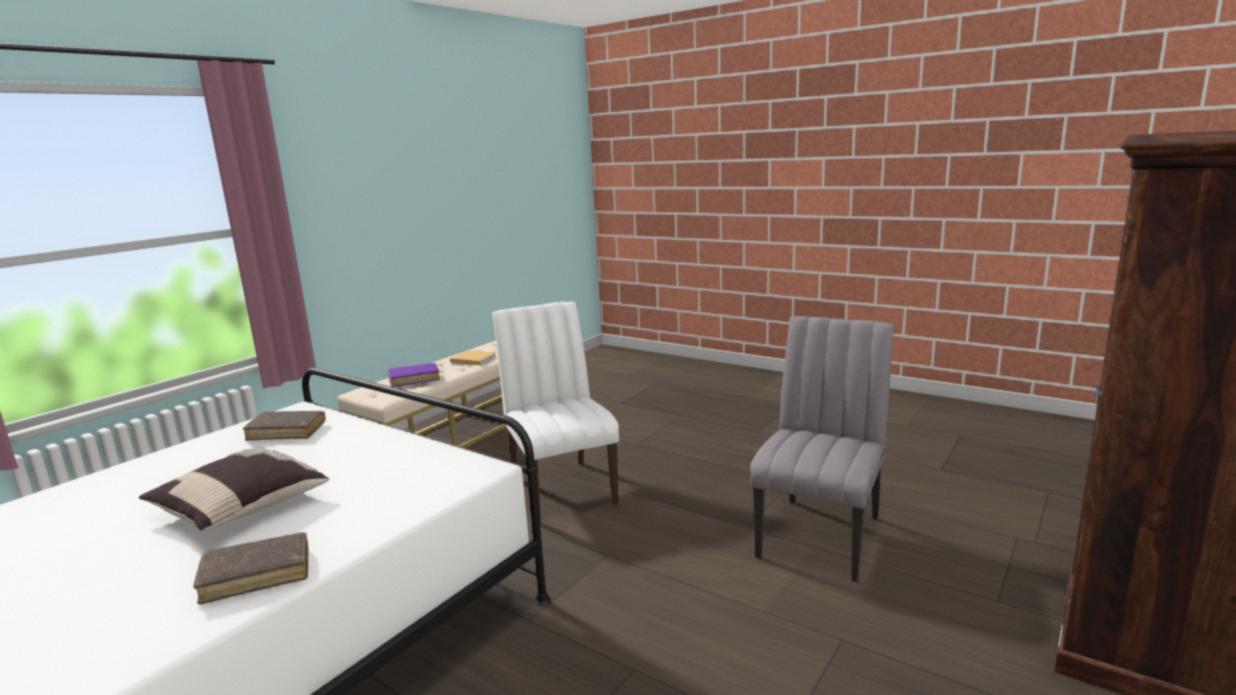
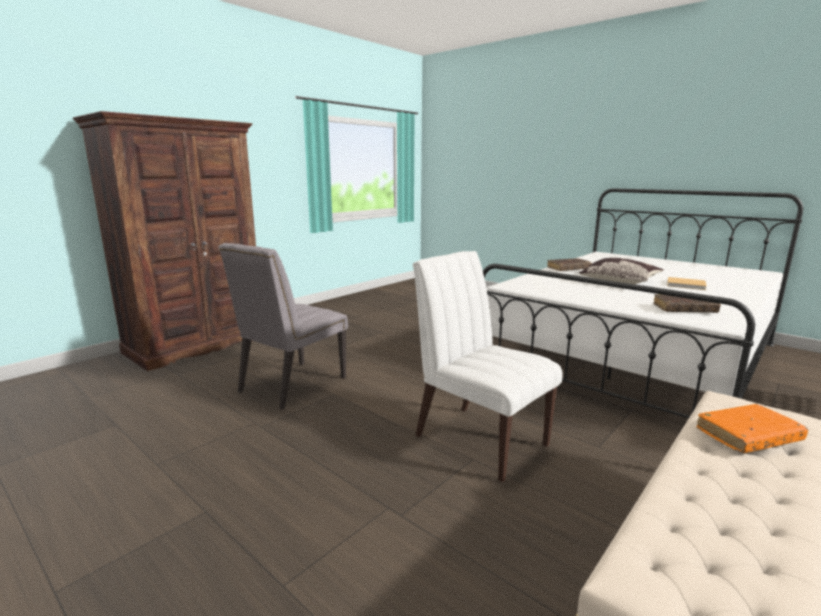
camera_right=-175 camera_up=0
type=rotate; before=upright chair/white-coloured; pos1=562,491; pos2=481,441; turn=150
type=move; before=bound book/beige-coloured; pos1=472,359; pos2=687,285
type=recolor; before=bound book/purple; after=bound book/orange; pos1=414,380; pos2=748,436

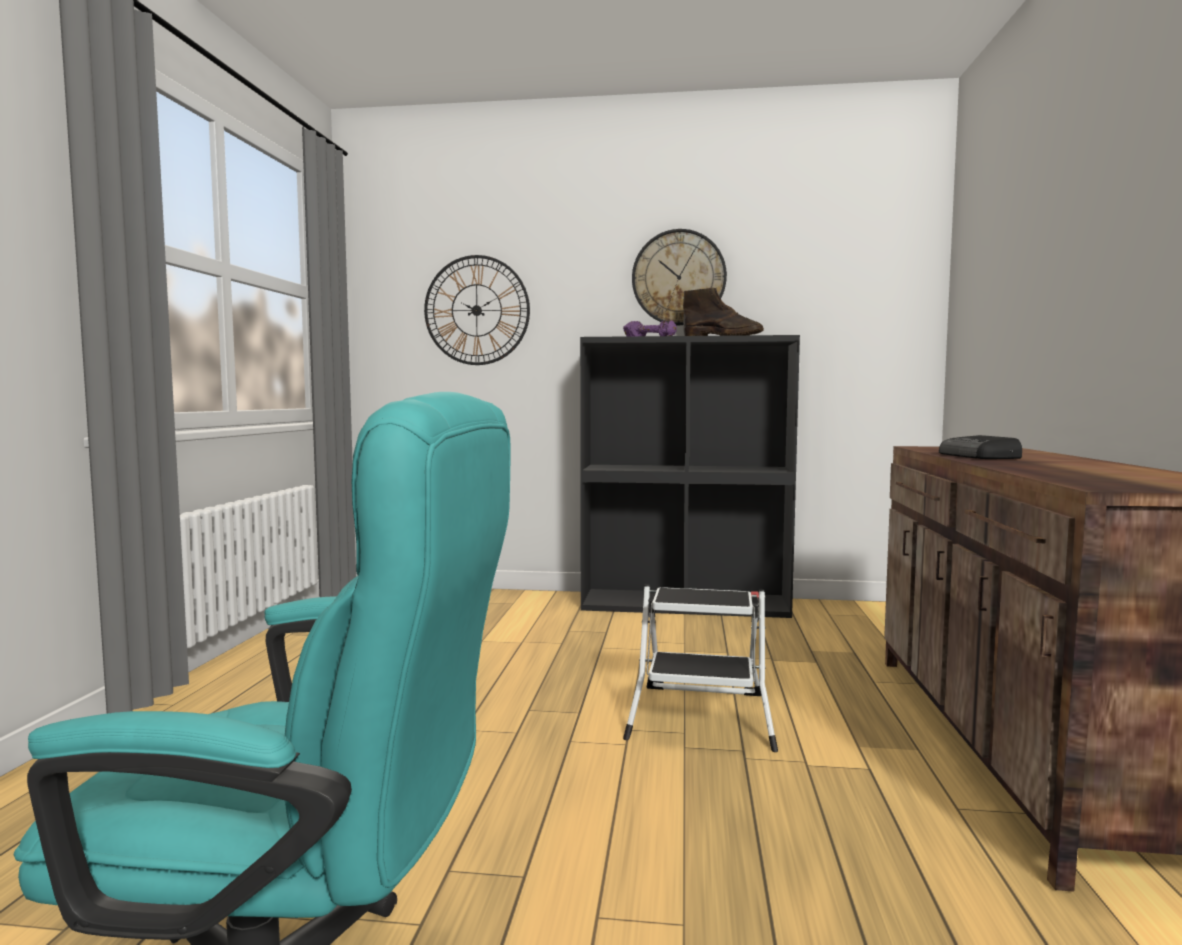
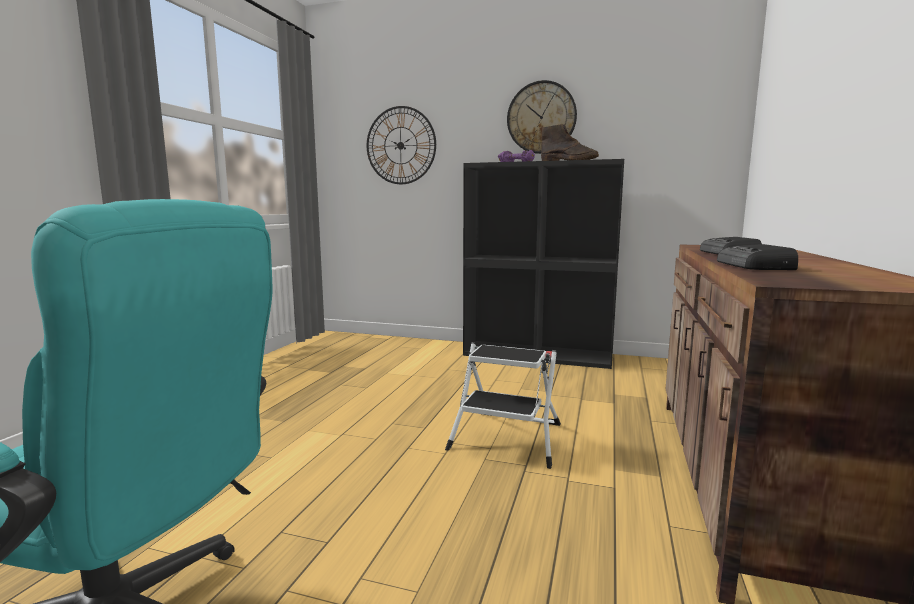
camera_right=10 camera_up=5
type=insert; after=radio; pos2=755,266

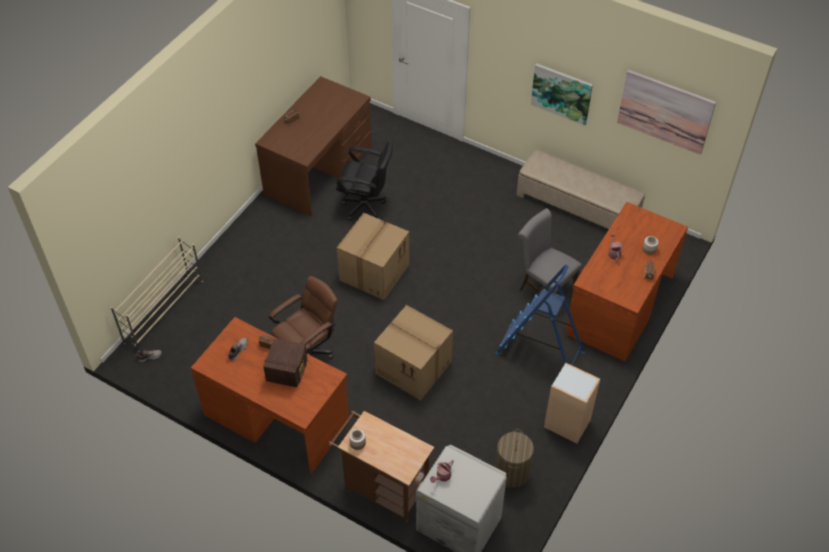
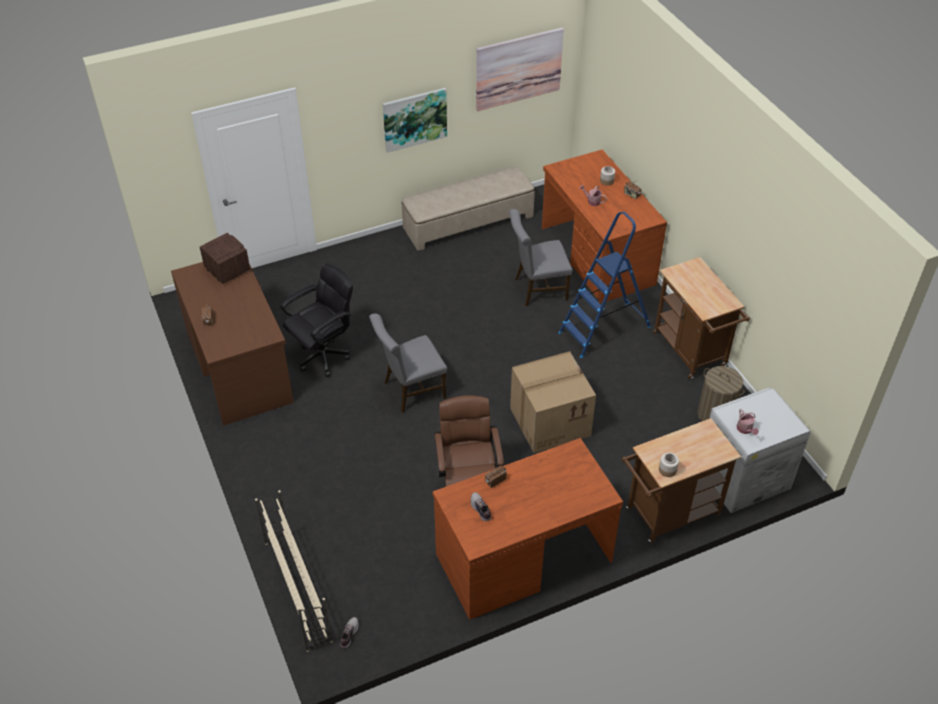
camera_right=-55 camera_up=-5
type=move; before=radio; pos1=287,371; pos2=227,269
type=replace; before=carton; after=upright chair/grey; pos1=374,271; pos2=410,391
type=replace; before=bookcase; after=wheeled cart/brownish; pos1=567,424; pos2=692,353

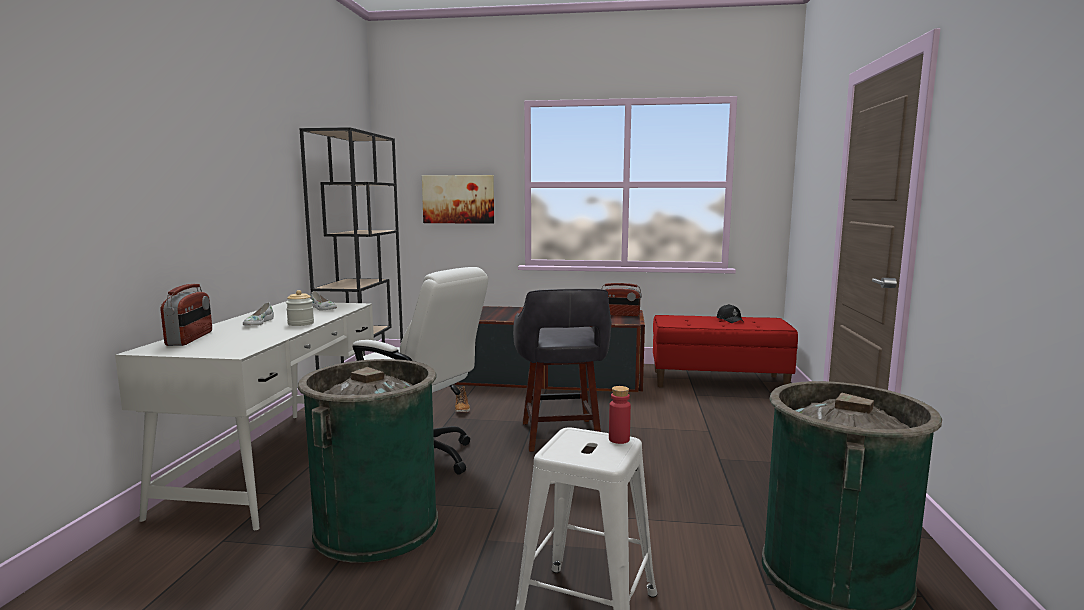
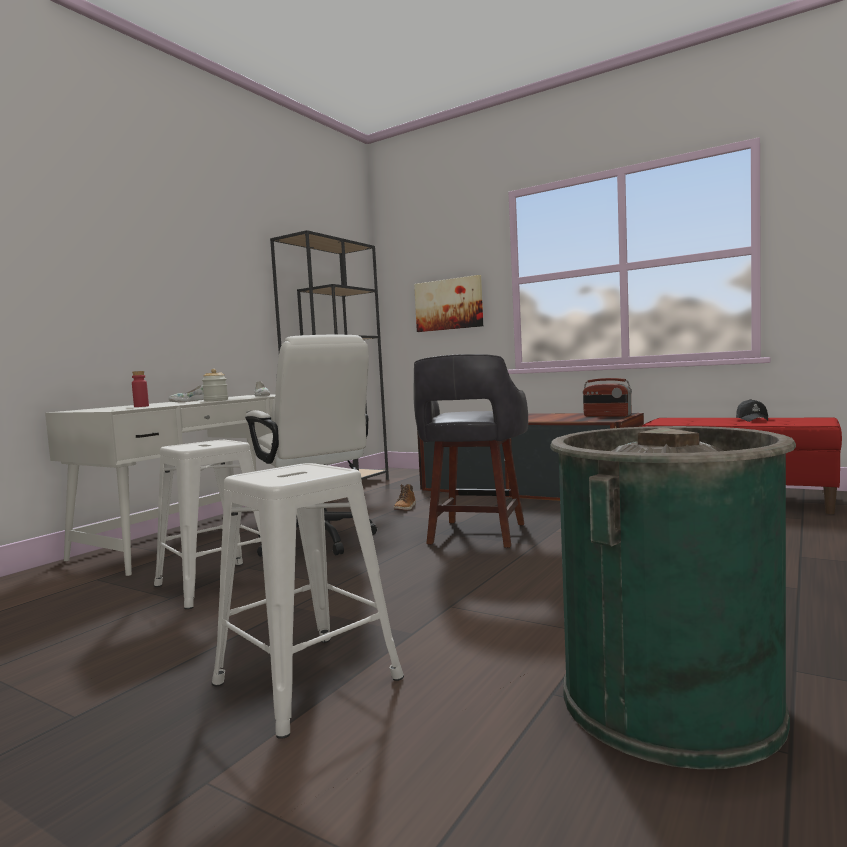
camera_right=25 camera_up=-5
type=move; before=drink bottle/red; pos1=619,439; pos2=141,406
type=replace; before=waste bin/green-coloured; after=stool/white-coloured; pos1=376,526; pos2=216,584
type=delete; before=radio; pos1=190,338

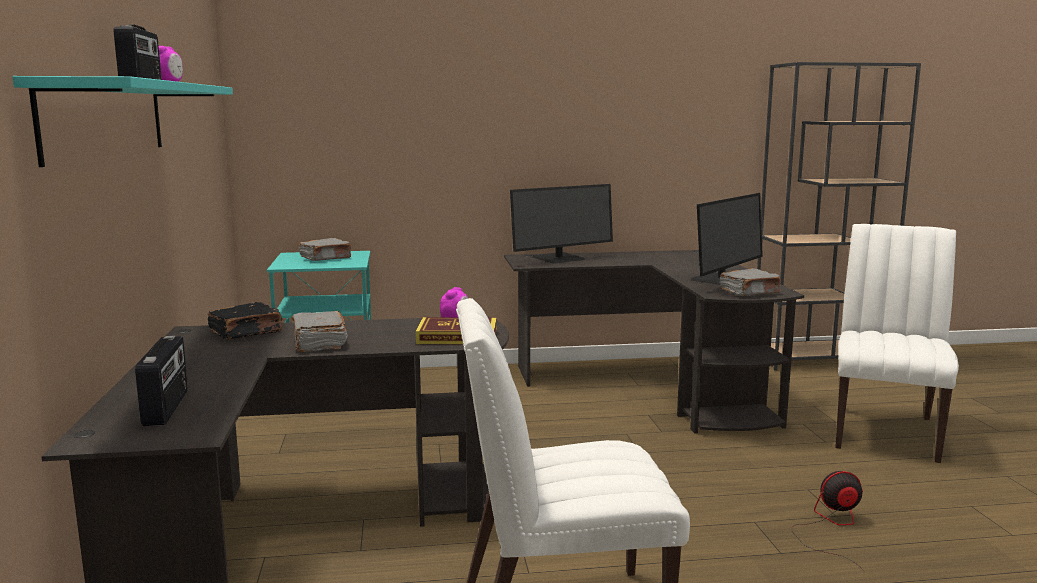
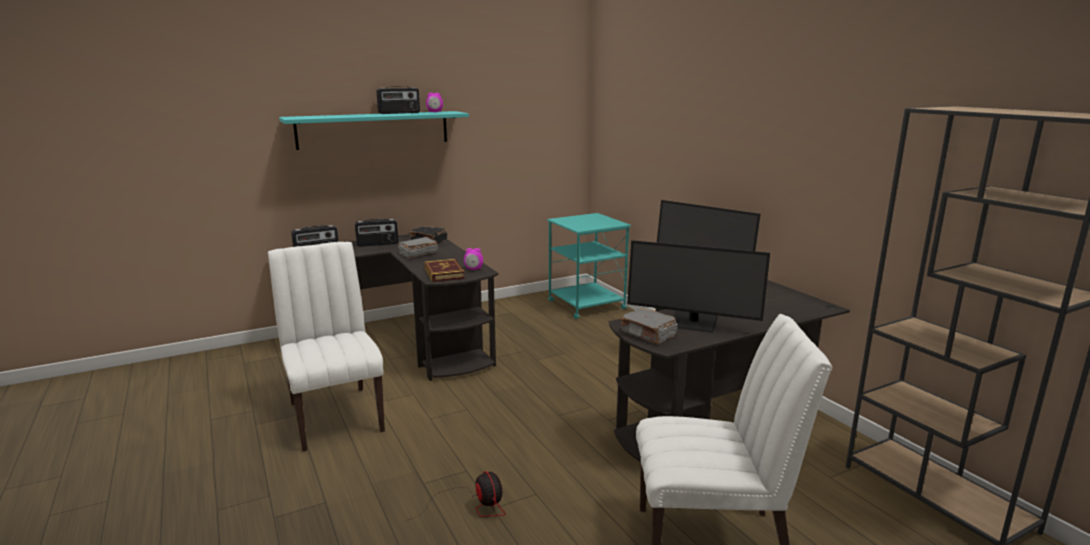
camera_right=70 camera_up=5
type=insert; after=radio; pos2=377,244
type=delete; before=bound book/grey; pos1=326,258

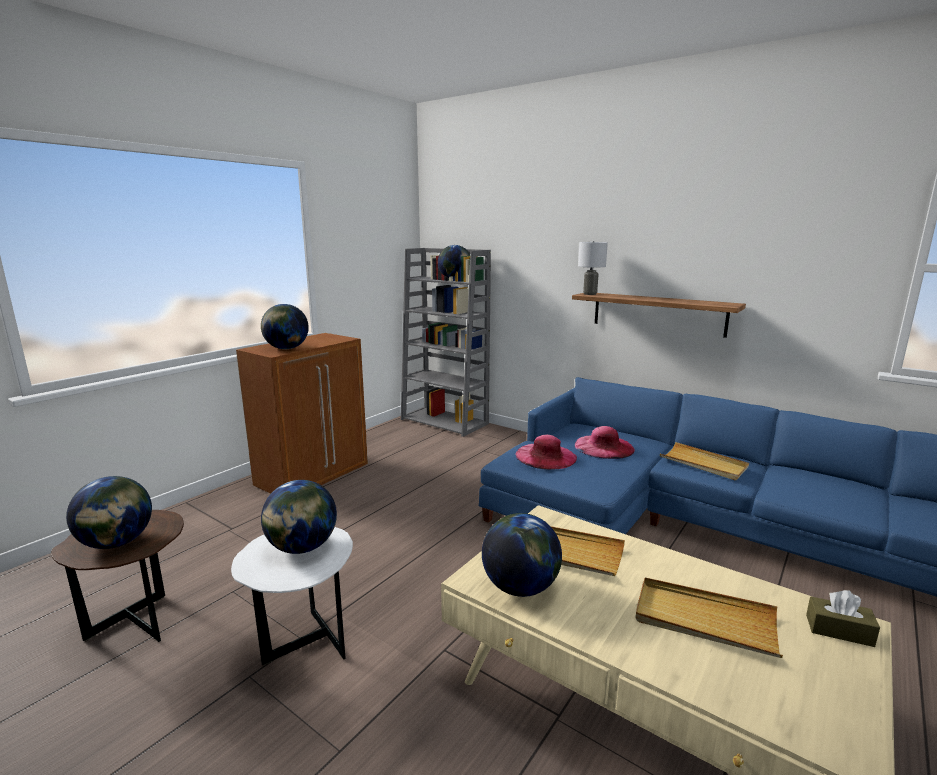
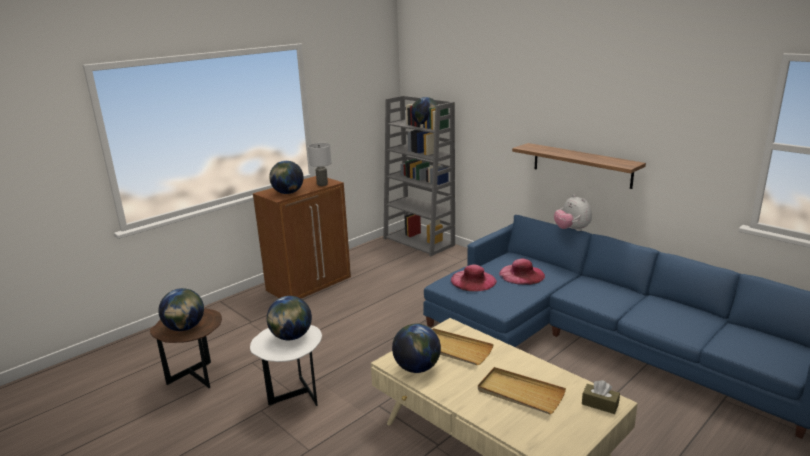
camera_right=10 camera_up=5
type=move; before=lamp for a table/white-coloured; pos1=590,294; pos2=322,185
type=insert; after=plush toy; pos2=572,230
type=delete; before=serving tray/beige-coloured; pos1=703,464

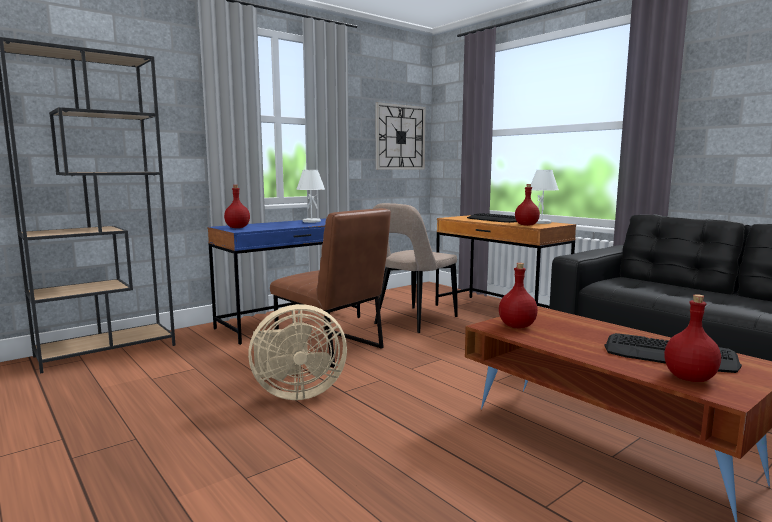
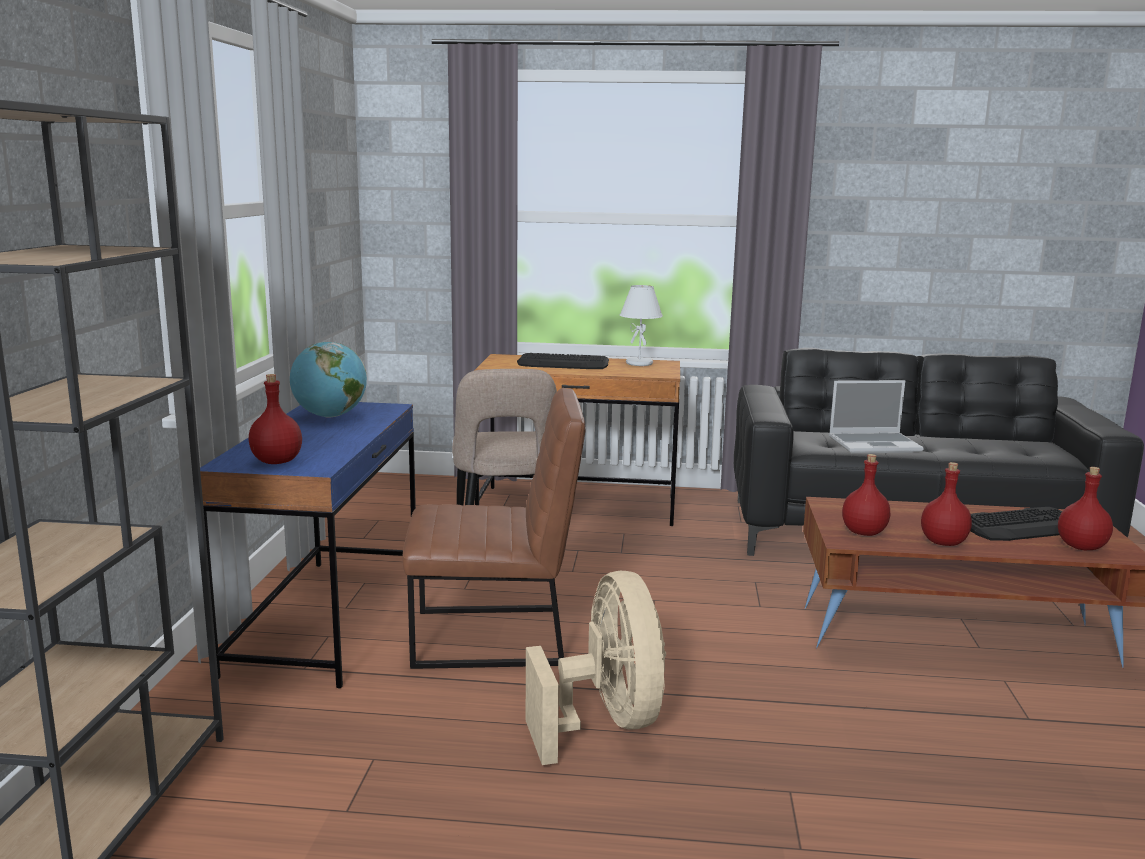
camera_right=-45 camera_up=5
type=replace; before=lamp for a table/white-coloured; after=world globe; pos1=311,221; pos2=330,416
type=rotate; before=cooling fan/beige-coloured; pos1=295,393; pos2=605,723; turn=-45
type=insert; after=portable computer; pos2=875,444
type=move; before=drink bottle/red; pos1=527,225; pos2=943,542
type=delete; before=hanging clock; pos1=400,137

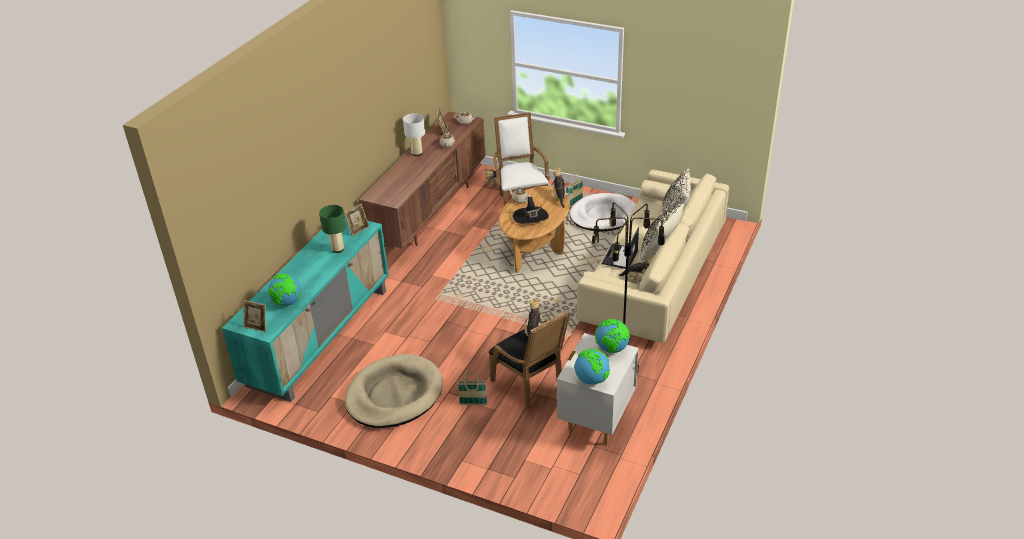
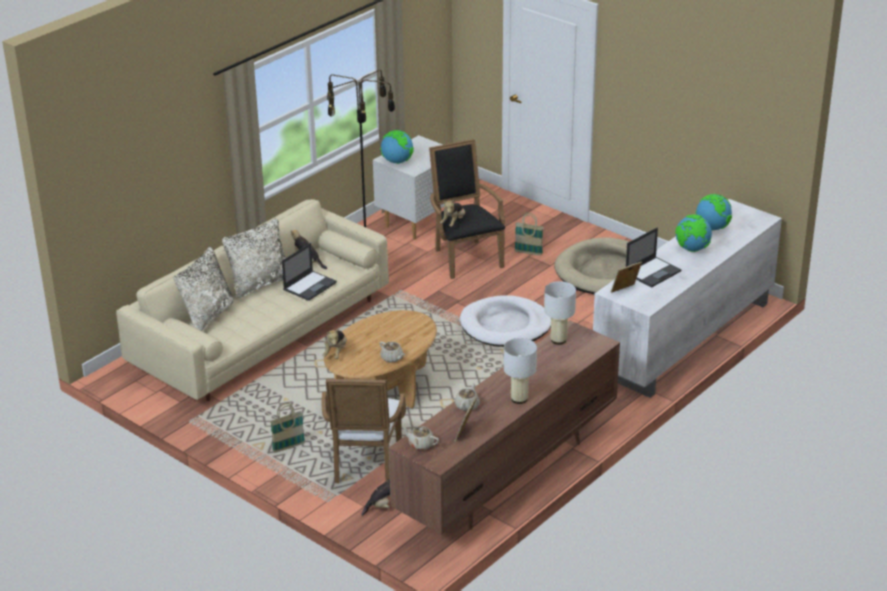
camera_right=-165 camera_up=-5
type=move; before=pet bed/white-coloured; pos1=602,215; pos2=505,325
type=insert; after=lamp for a table/white-coloured; pos2=558,340
type=recolor; before=media console/blue-green; after=media console/white-coloured; pos1=320,336; pos2=684,338
type=replace; before=lamp for a table/green-coloured; after=portable computer; pos1=337,249; pos2=653,272
type=move; before=world globe; pos1=591,380; pos2=692,249
type=delete; before=standing frame; pos1=257,326
type=delete; before=clothing hat/blackish; pos1=530,217

